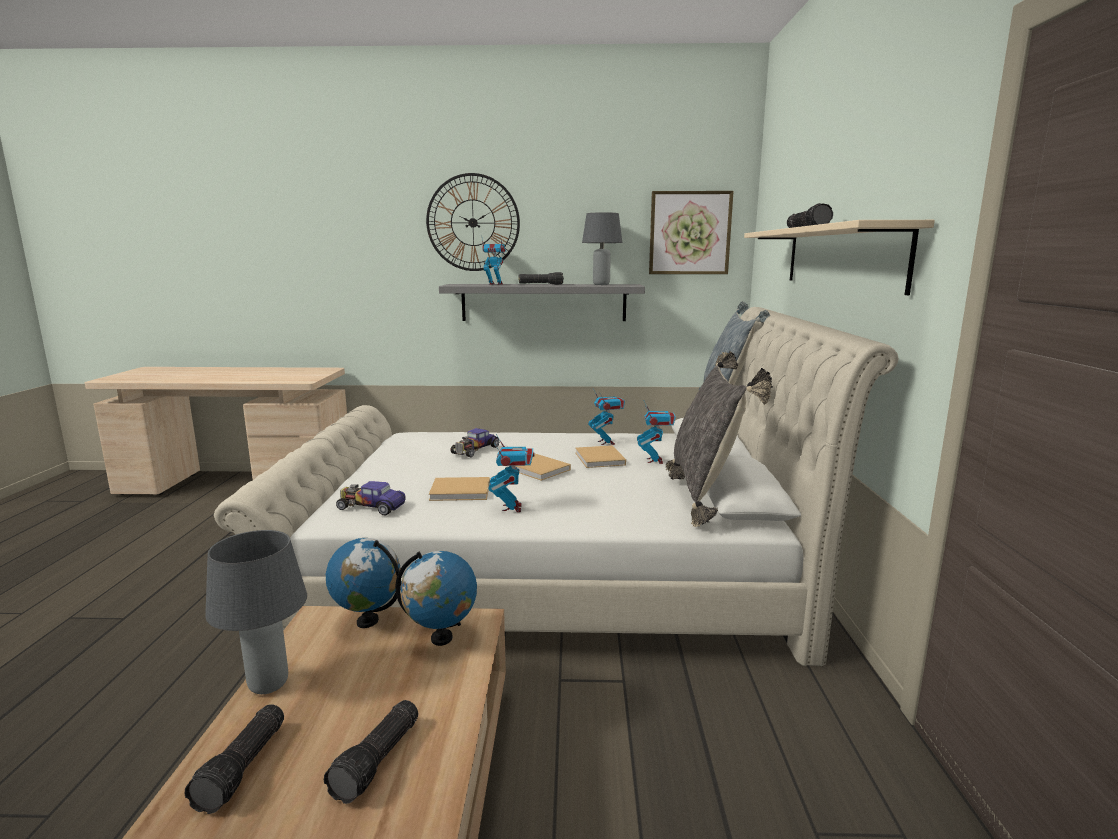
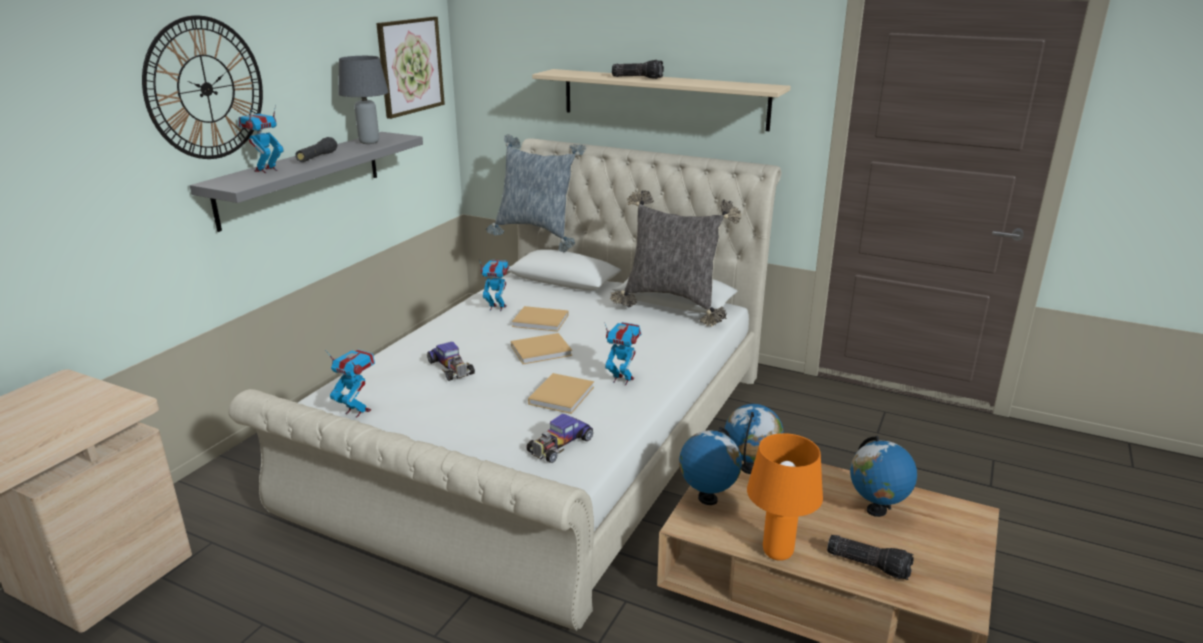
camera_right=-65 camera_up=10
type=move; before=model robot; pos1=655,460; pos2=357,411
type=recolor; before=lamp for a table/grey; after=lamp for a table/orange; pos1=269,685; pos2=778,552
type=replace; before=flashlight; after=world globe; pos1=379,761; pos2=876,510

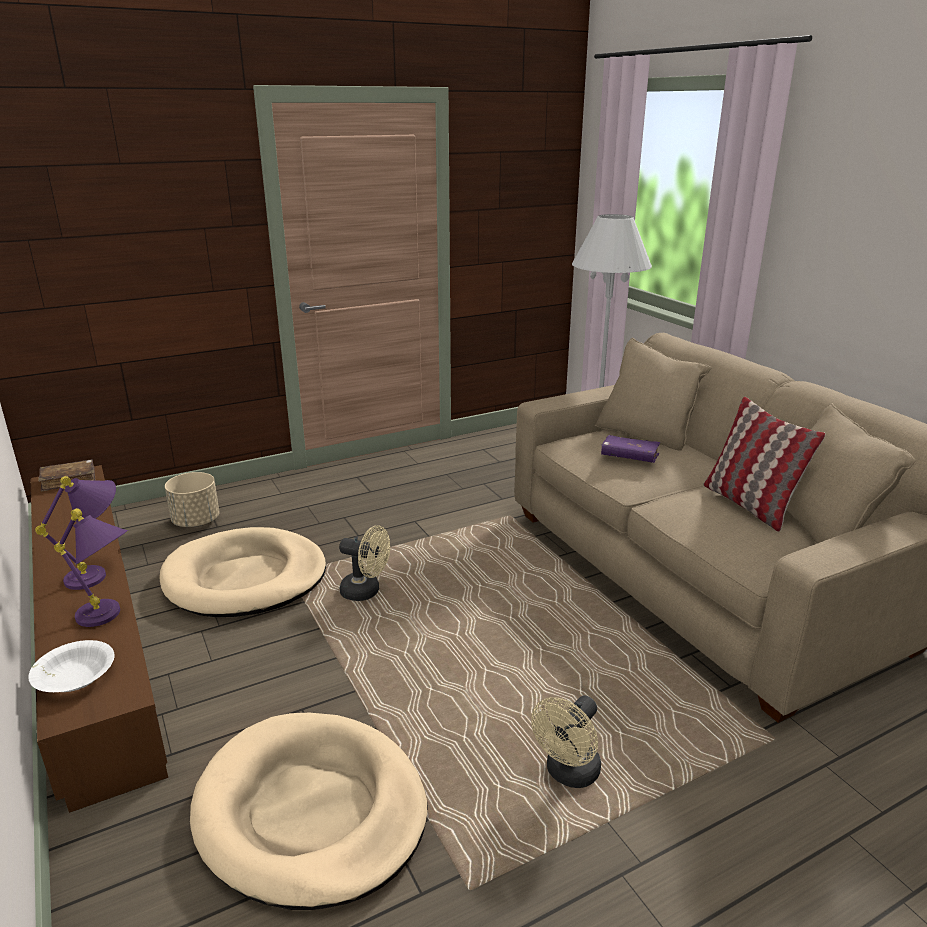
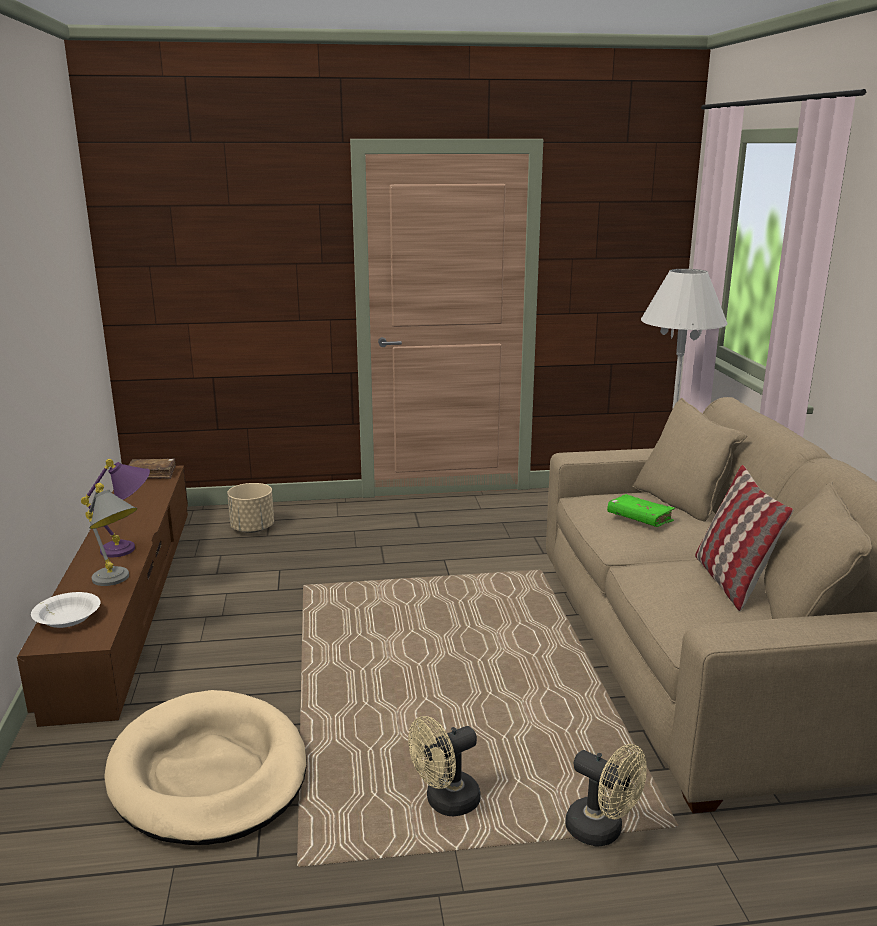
camera_right=20 camera_up=-5
type=recolor; before=lamp for a table/purple; after=lamp for a table/grey; pos1=110,618; pos2=117,582
type=move; before=cooling fan/beige-coloured; pos1=366,592; pos2=602,831
type=recolor; before=bound book/purple; after=bound book/green-coloured; pos1=629,456; pos2=639,518
type=delete; before=pet bed/beige-coloured; pos1=245,578

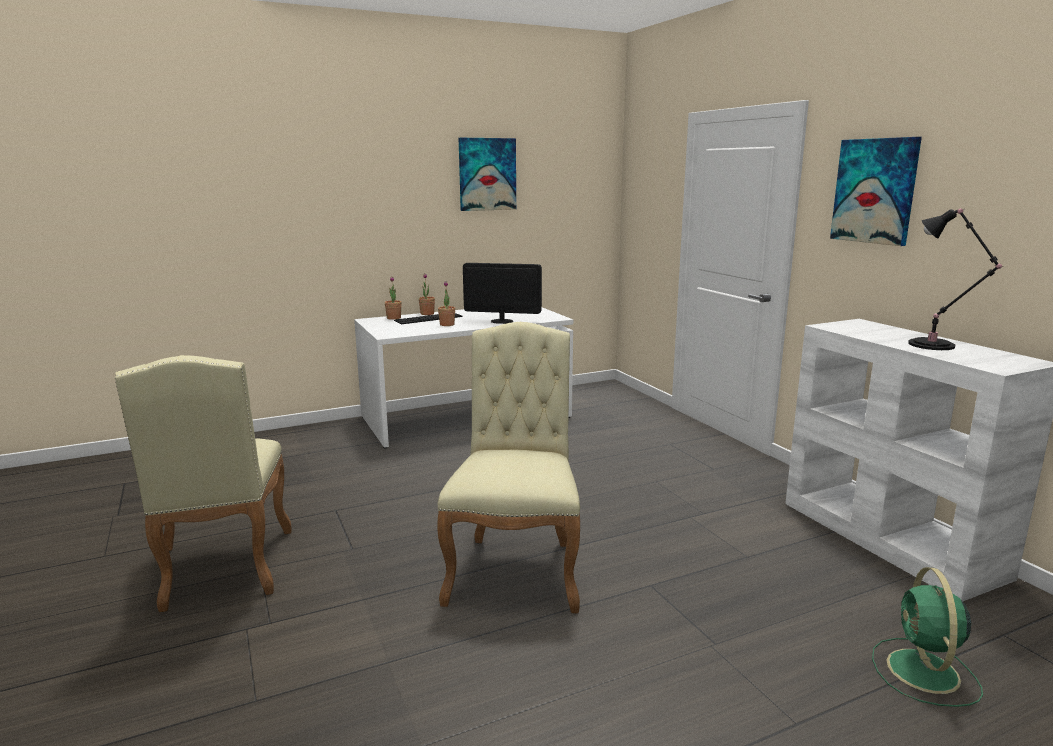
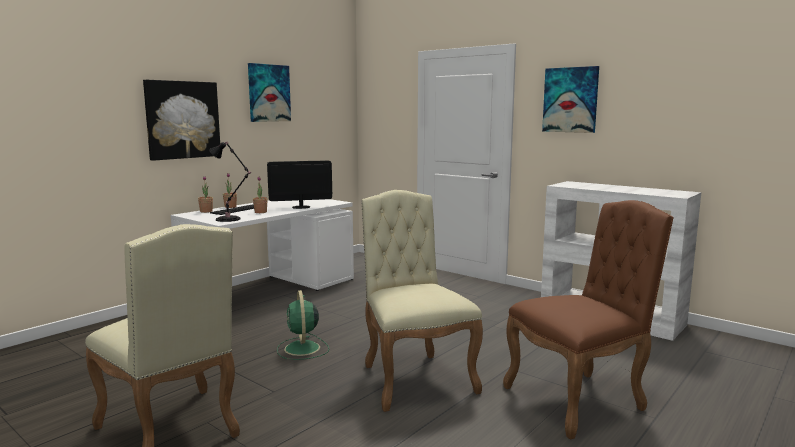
camera_right=-25 camera_up=-5
type=insert; after=picture; pos2=182,120
type=move; before=lamp for a table/blackish; pos1=935,345; pos2=230,219
type=move; before=cooling fan/green-coloured; pos1=924,673; pos2=302,349
type=insert; after=upright chair/brownish; pos2=578,400

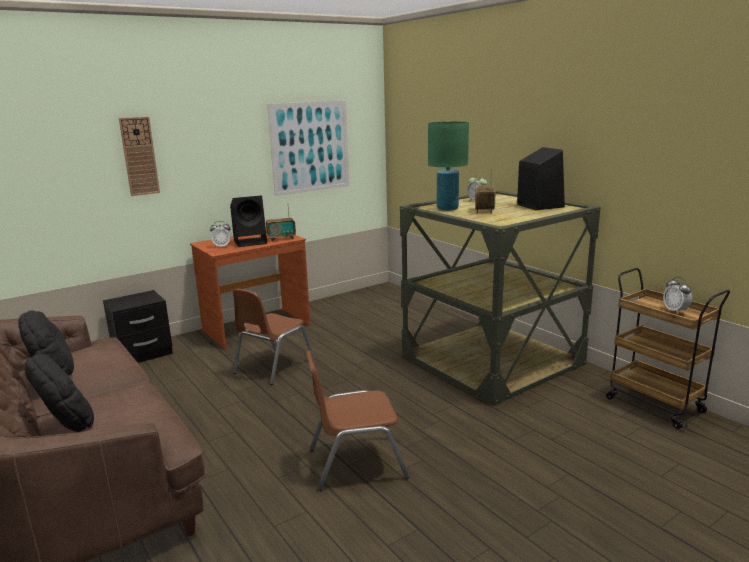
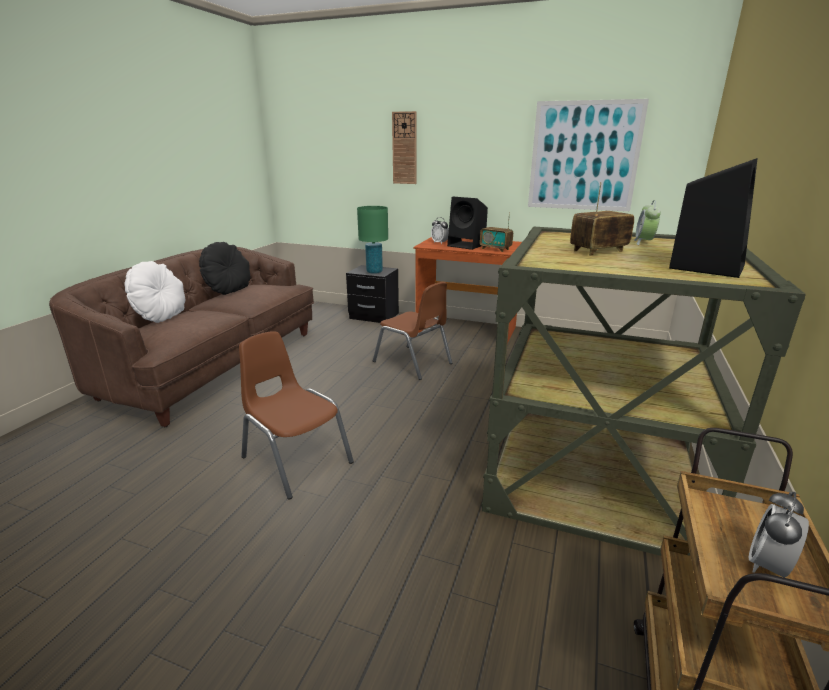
camera_right=55 camera_up=5
type=recolor; before=throw pillow/blackish; after=throw pillow/white-coloured; pos1=67,427; pos2=161,318
type=move; before=lamp for a table/green-coloured; pos1=447,209; pos2=374,272
type=rotate; before=upright chair/brownish; pos1=273,366; pos2=413,363; turn=-135

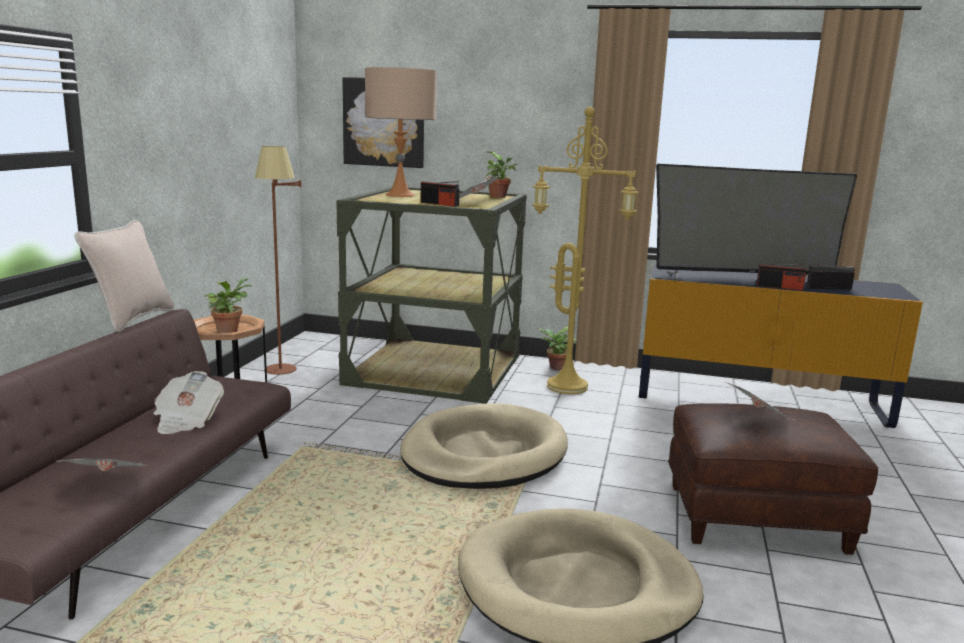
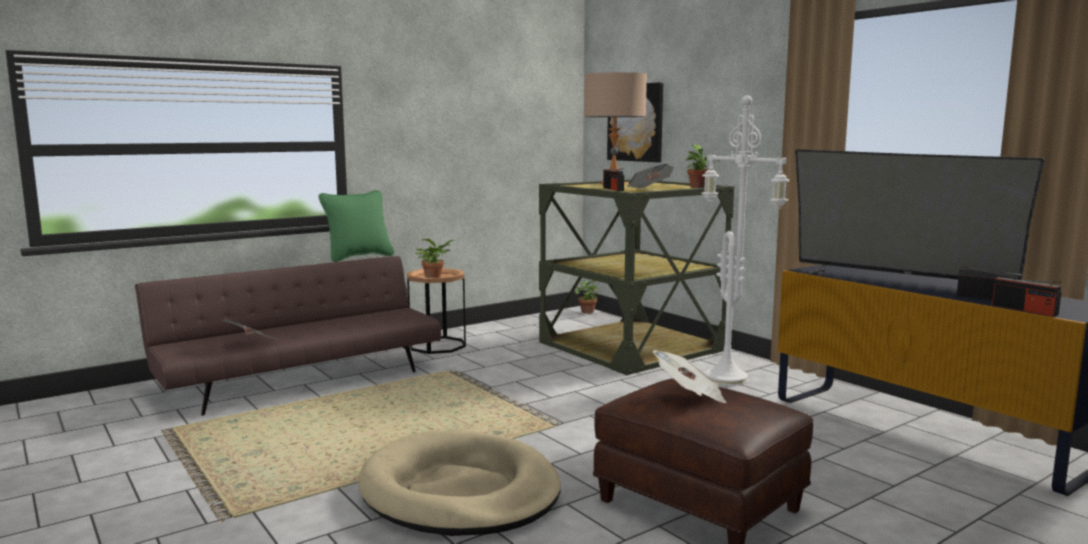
camera_right=40 camera_up=-5
type=recolor; before=throw pillow/beige-coloured; after=throw pillow/green-coloured; pos1=132,319; pos2=358,257
type=move; before=plant in a pot; pos1=555,367; pos2=586,312
type=recolor; before=standard lamp/yellowish; after=standard lamp/white-coloured; pos1=569,386; pos2=729,378
type=move; before=radio; pos1=779,287; pos2=1024,310
type=delete; before=daily paper; pos1=187,420
type=delete; before=standard lamp/brownish; pos1=282,374
type=delete; before=pet bed/beige-coloured; pos1=484,454

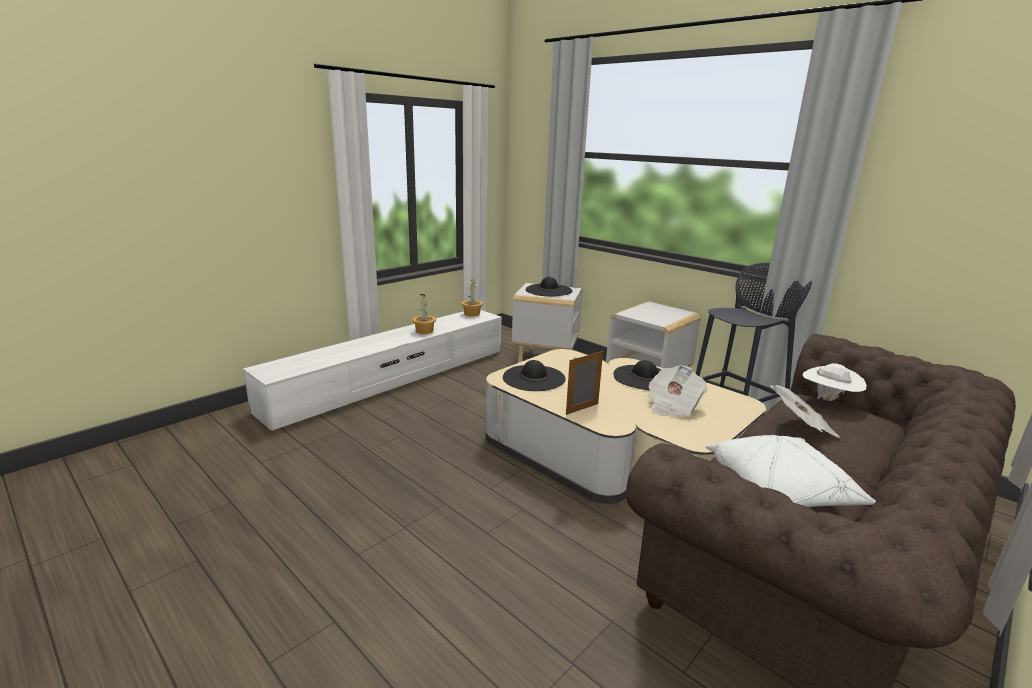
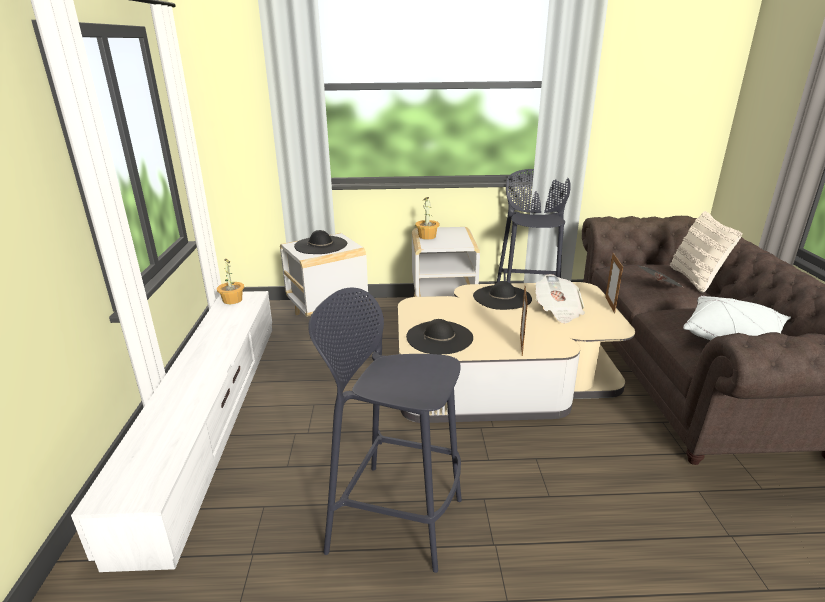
camera_right=-45 camera_up=5
type=insert; after=stool/grey; pos2=394,518
type=move; before=plant in a pot; pos1=424,331; pos2=427,236
type=insert; after=standing frame; pos2=610,305
type=insert; after=throw pillow/beige-coloured; pos2=696,280
type=delete; before=clothing hat/white-coloured; pos1=828,400

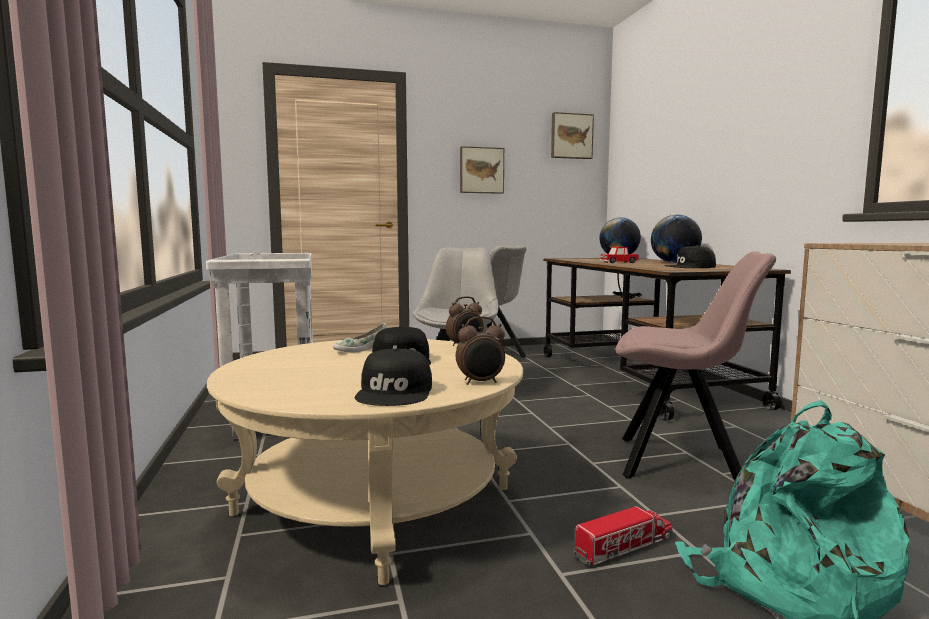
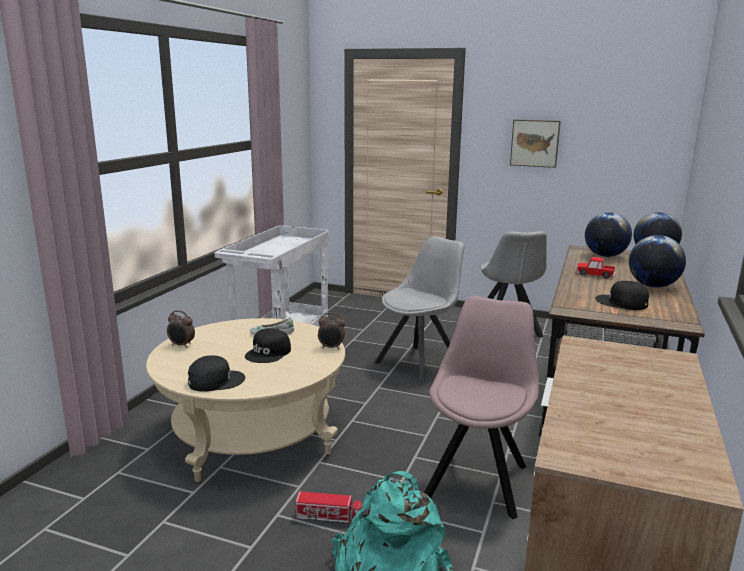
camera_right=35 camera_up=10
type=move; before=table clock; pos1=481,382; pos2=181,345
type=rotate; before=baseball cap/blackish; pos1=396,392; pos2=215,380; turn=-150
type=rotate; before=upright chair/pinkish; pos1=680,462; pos2=478,481; turn=-120
type=insert; after=world globe; pos2=605,256
type=delete; before=picture; pos1=571,136

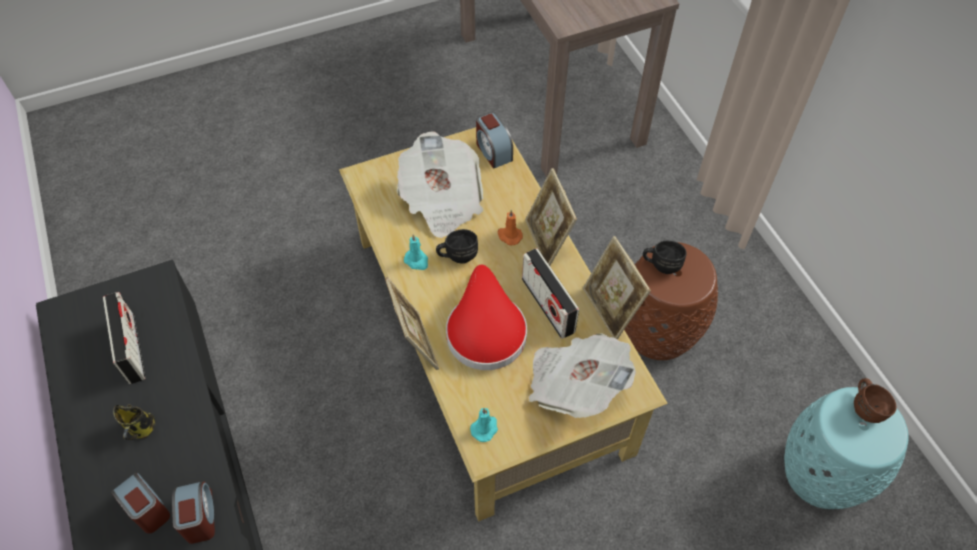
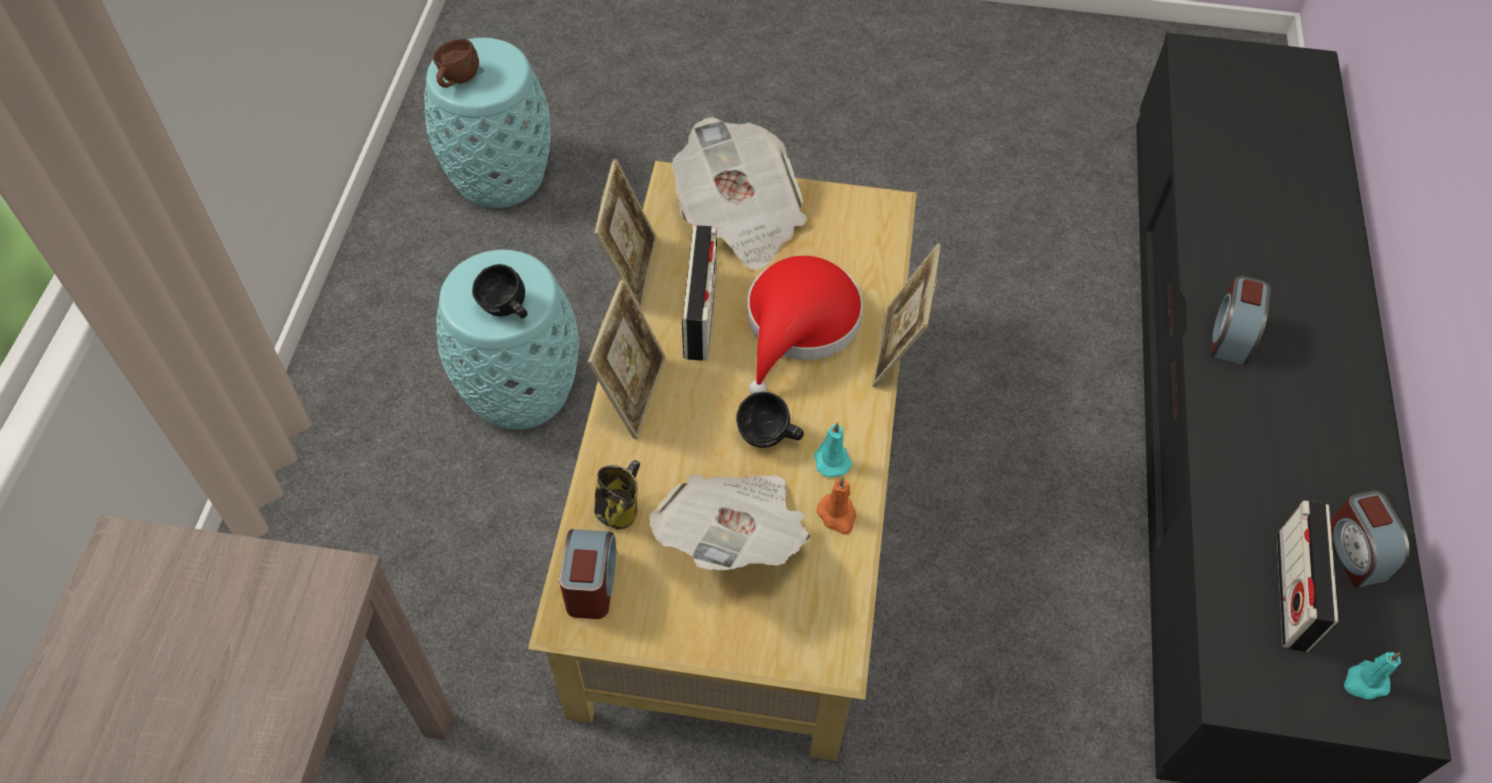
camera_right=-150 camera_up=0
type=recolor; before=stool/brownish; after=stool/blue-green; pos1=658,332; pos2=520,388
type=move; before=mug; pos1=141,429; pos2=619,509
type=move; before=wax light/orange; pos1=509,236; pos2=837,515
type=move; before=table clock; pos1=147,508; pos2=1354,552
type=move; before=wax light/blue-green; pos1=485,428; pos2=1365,682

